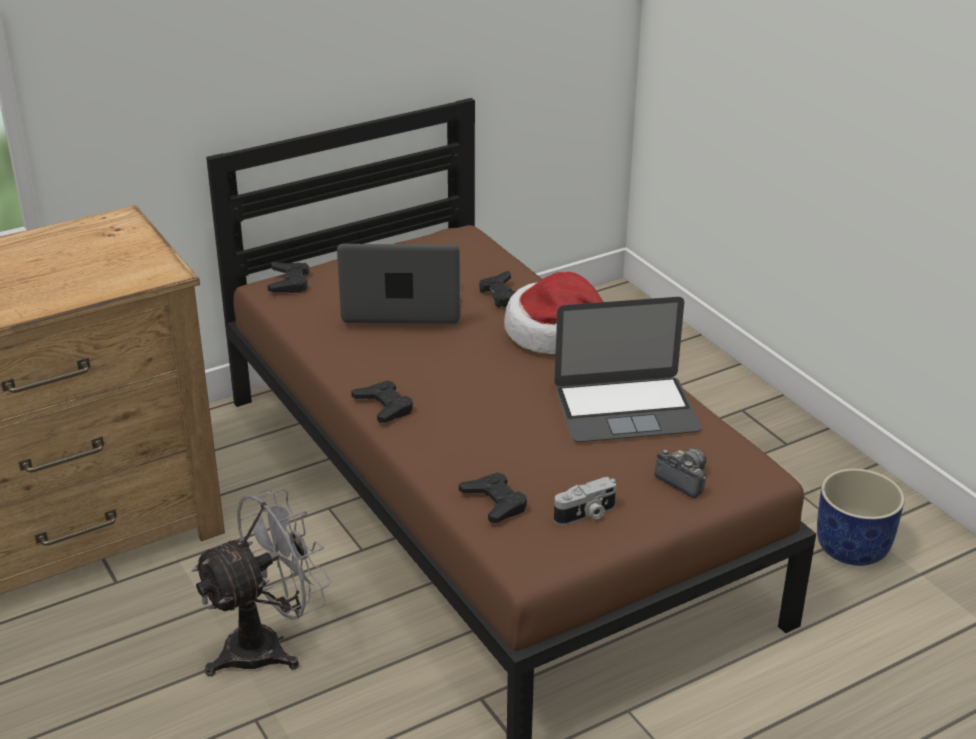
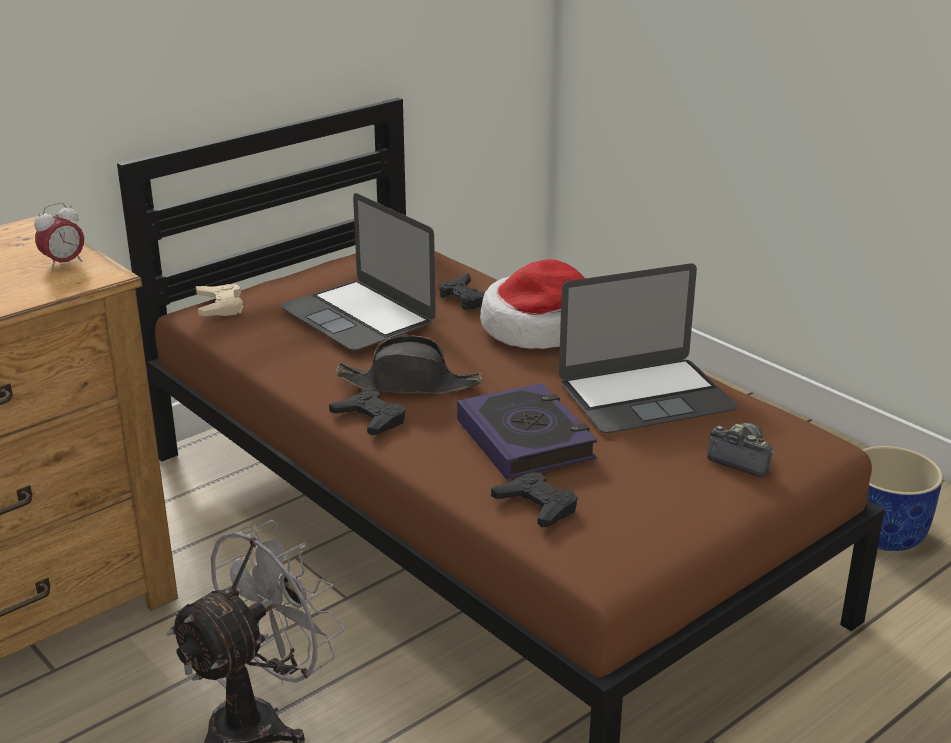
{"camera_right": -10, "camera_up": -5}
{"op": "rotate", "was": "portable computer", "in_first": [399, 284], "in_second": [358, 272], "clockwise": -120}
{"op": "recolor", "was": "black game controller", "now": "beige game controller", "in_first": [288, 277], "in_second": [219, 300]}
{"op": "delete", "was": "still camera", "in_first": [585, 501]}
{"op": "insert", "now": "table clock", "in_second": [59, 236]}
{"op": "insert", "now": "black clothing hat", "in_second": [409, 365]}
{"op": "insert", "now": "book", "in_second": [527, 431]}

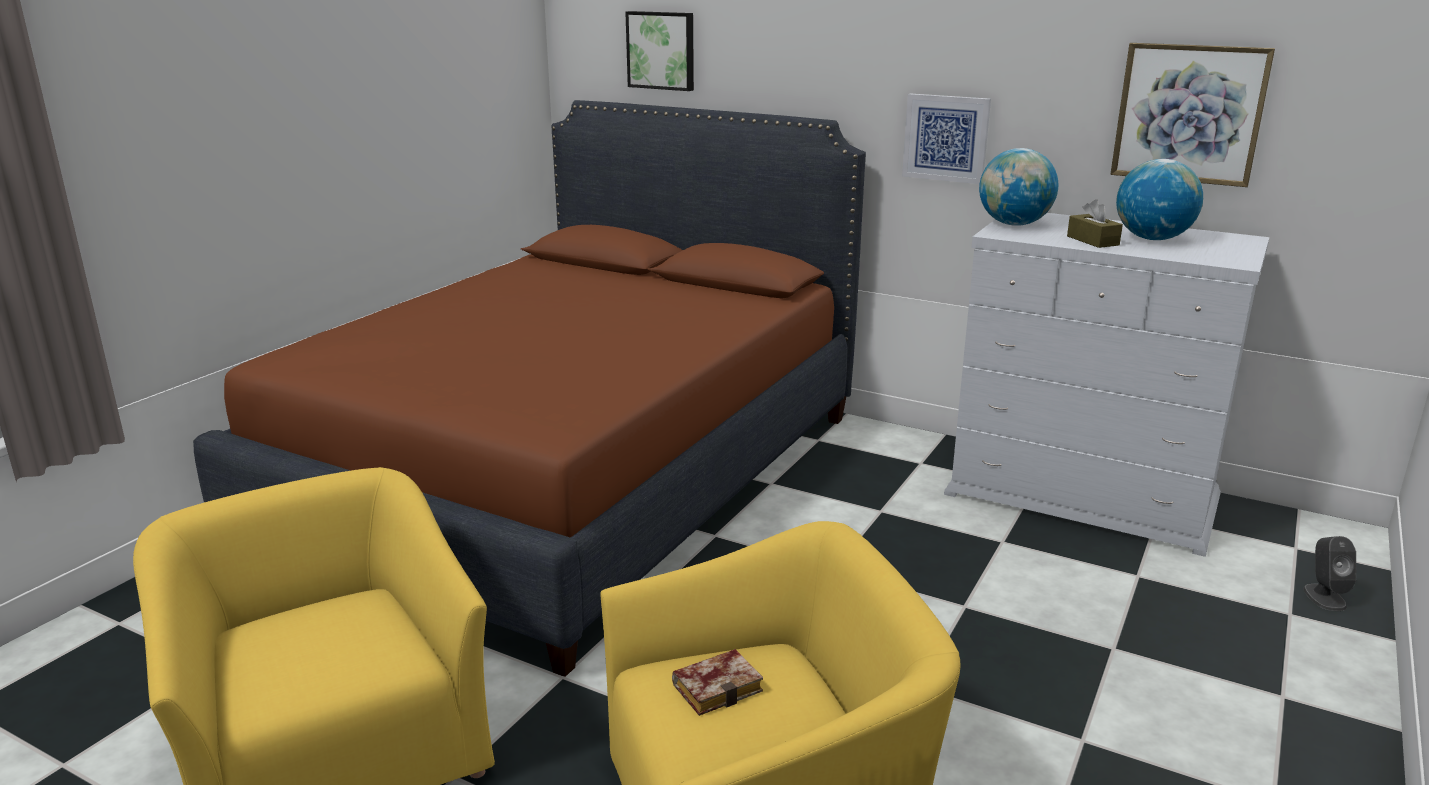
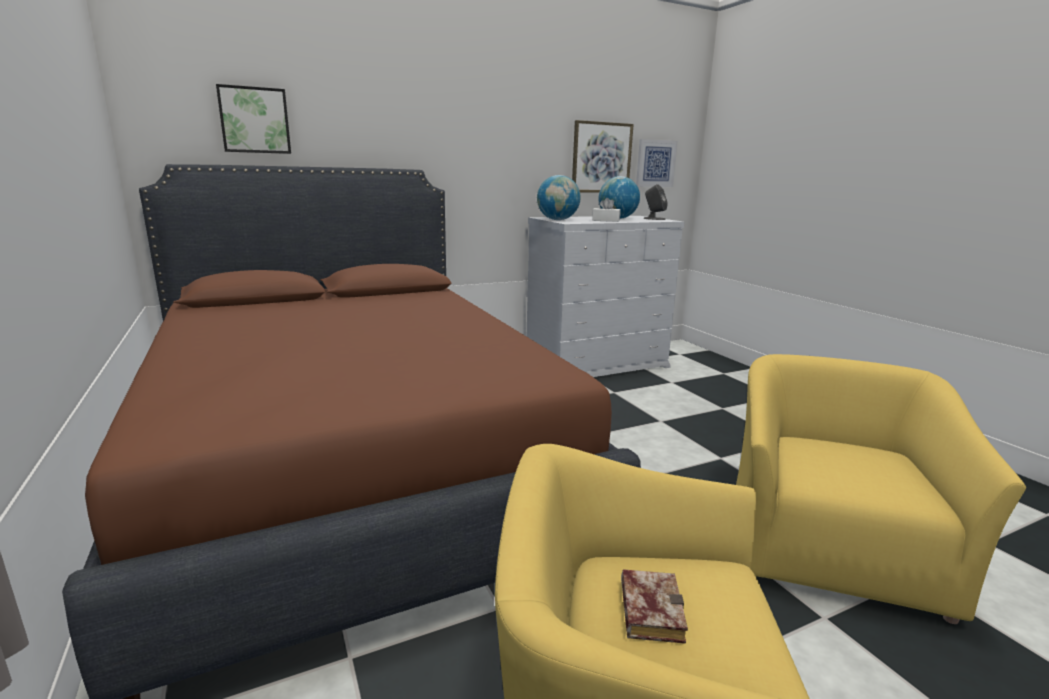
{"camera_right": -55, "camera_up": -5}
{"op": "move", "was": "picture", "in_first": [946, 138], "in_second": [657, 163]}
{"op": "recolor", "was": "brownish tissue holder", "now": "white tissue holder", "in_first": [1095, 223], "in_second": [606, 210]}
{"op": "move", "was": "gray audio speaker", "in_first": [1329, 573], "in_second": [655, 202]}
{"op": "move", "was": "book", "in_first": [717, 682], "in_second": [654, 606]}

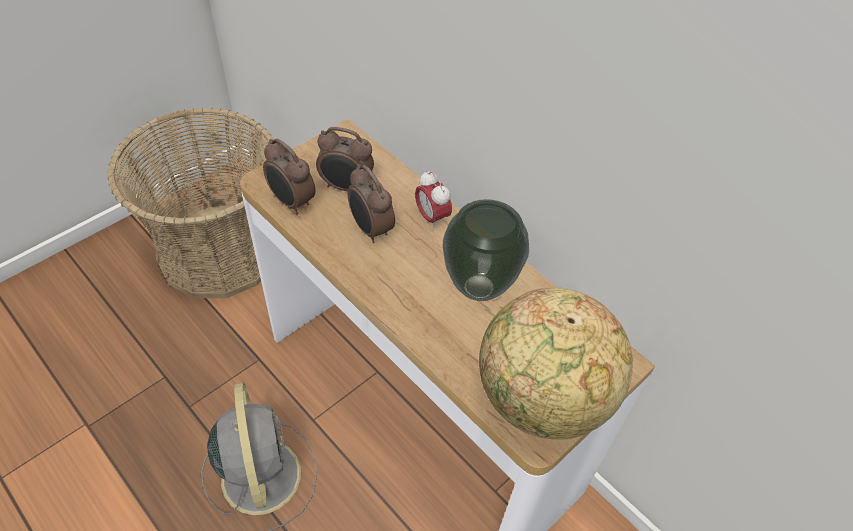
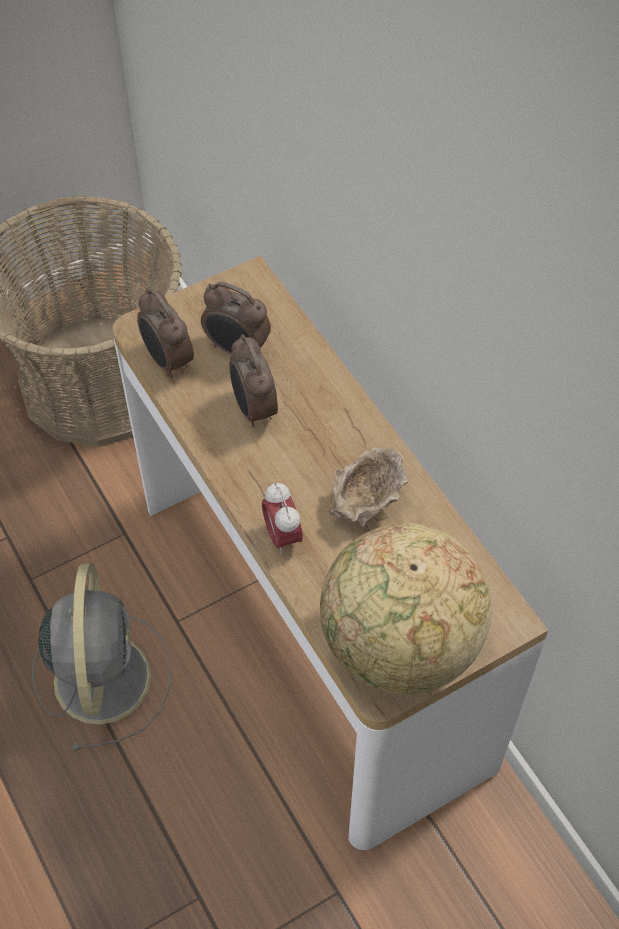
{"camera_right": 15, "camera_up": 5}
{"op": "move", "was": "table clock", "in_first": [433, 200], "in_second": [282, 518]}
{"op": "replace", "was": "decorative vase", "now": "beige bowl", "in_first": [486, 250], "in_second": [368, 487]}

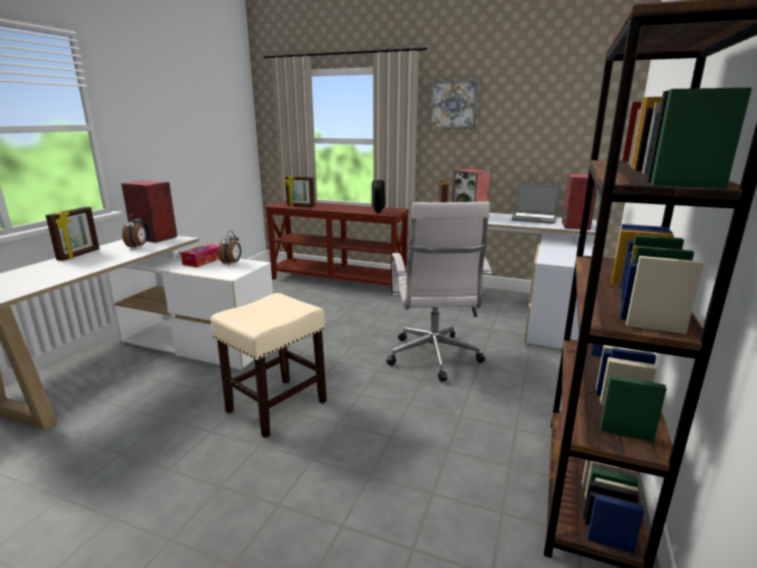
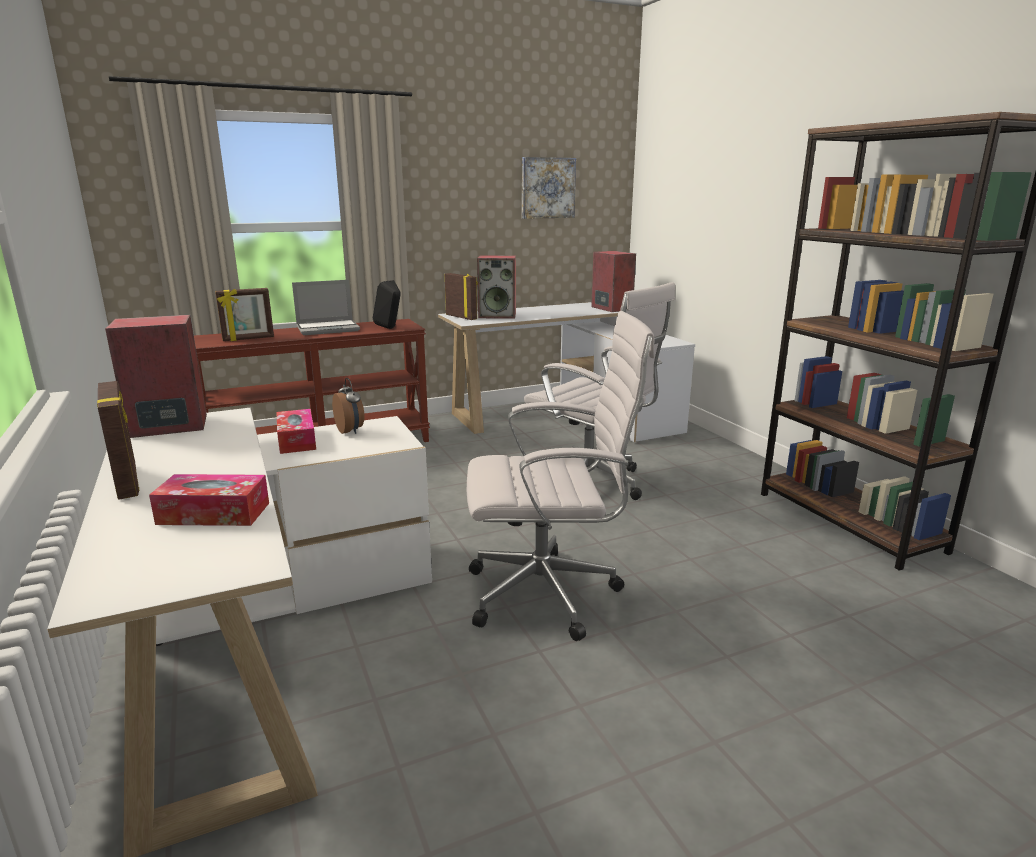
{"camera_right": -45, "camera_up": 0}
{"op": "move", "was": "picture", "in_first": [454, 104], "in_second": [549, 188]}
{"op": "move", "was": "portable computer", "in_first": [536, 203], "in_second": [326, 307]}
{"op": "delete", "was": "table clock", "in_first": [134, 231]}
{"op": "replace", "was": "beige stool", "now": "white computer chair", "in_first": [269, 365], "in_second": [561, 476]}
{"op": "insert", "now": "tissue holder", "in_second": [209, 500]}

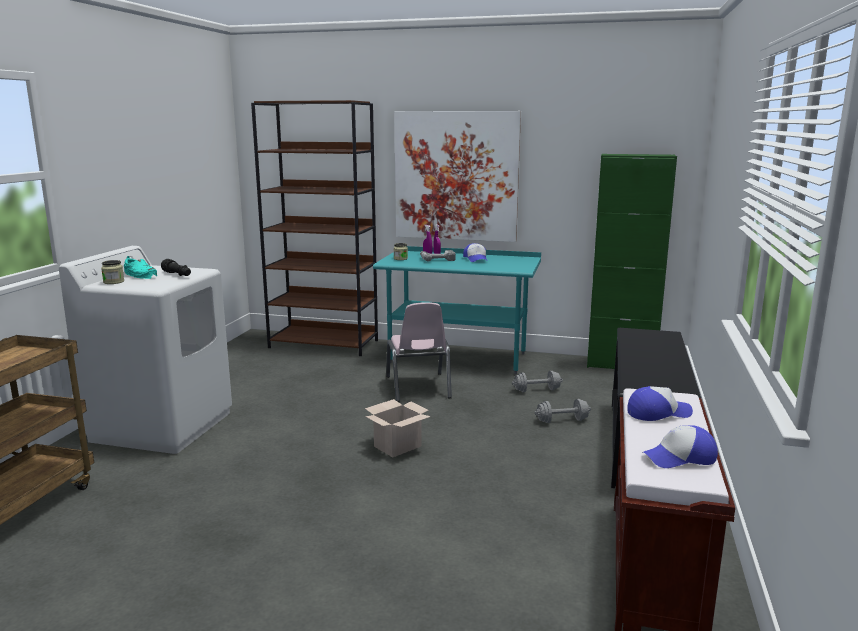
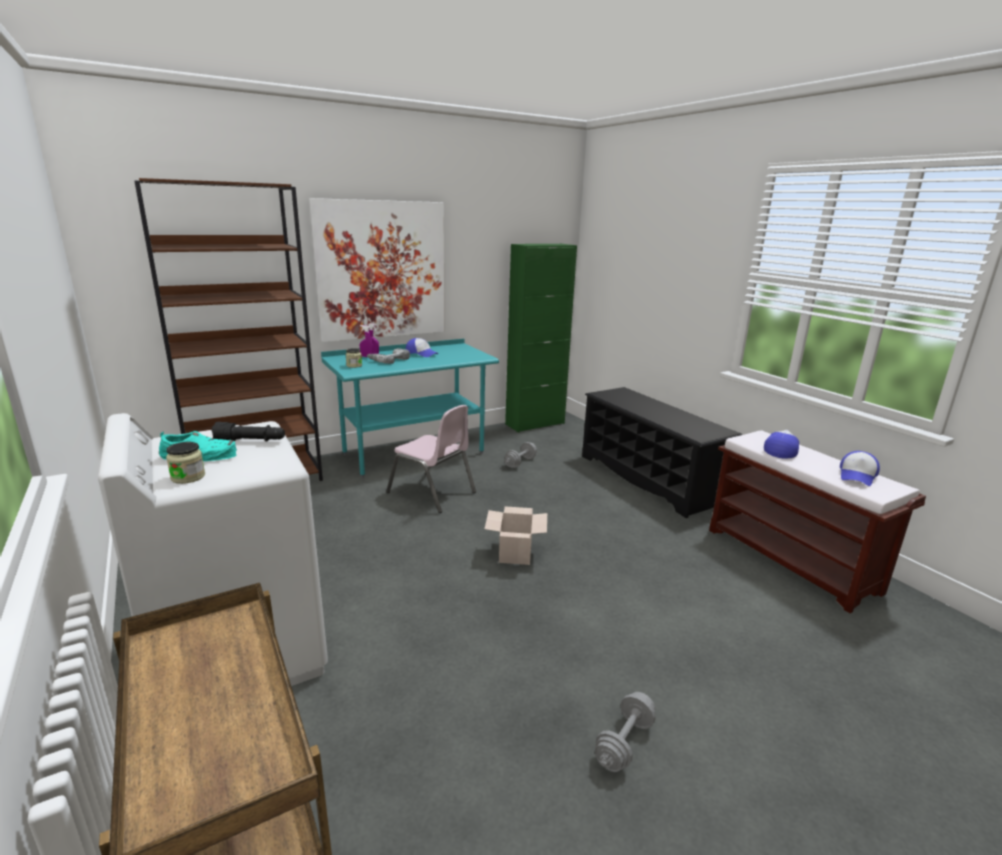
{"camera_right": -45, "camera_up": 5}
{"op": "move", "was": "gray hand weight", "in_first": [562, 411], "in_second": [625, 732]}

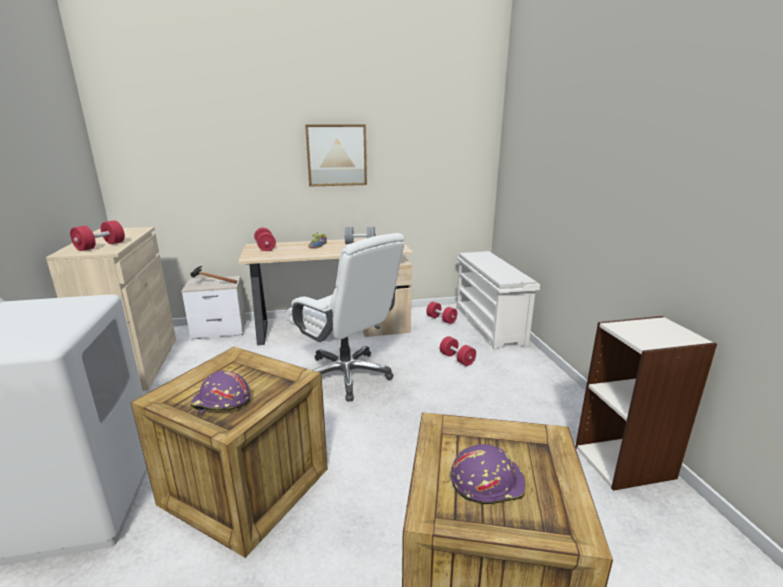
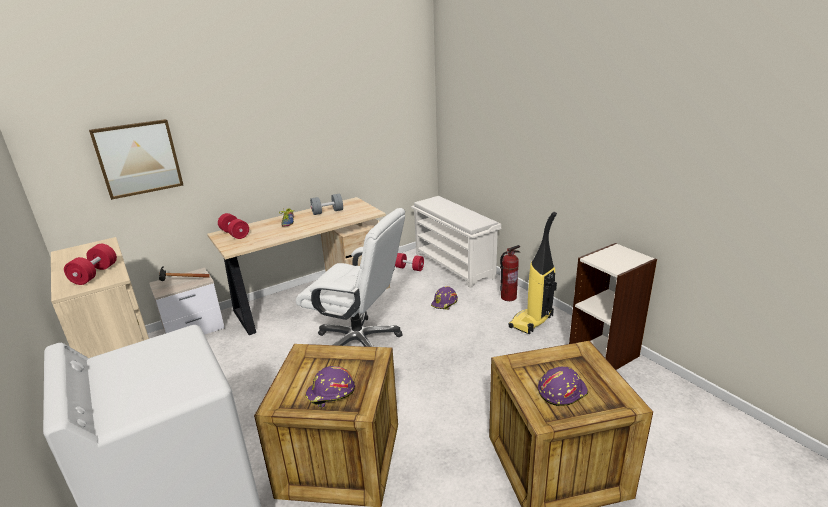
{"camera_right": -20, "camera_up": 5}
{"op": "move", "was": "picture", "in_first": [336, 155], "in_second": [136, 159]}
{"op": "replace", "was": "red-coloured hand weight", "now": "purplish hard hat", "in_first": [458, 351], "in_second": [444, 298]}
{"op": "insert", "now": "hoover", "in_second": [533, 273]}
{"op": "insert", "now": "extinguisher", "in_second": [510, 273]}

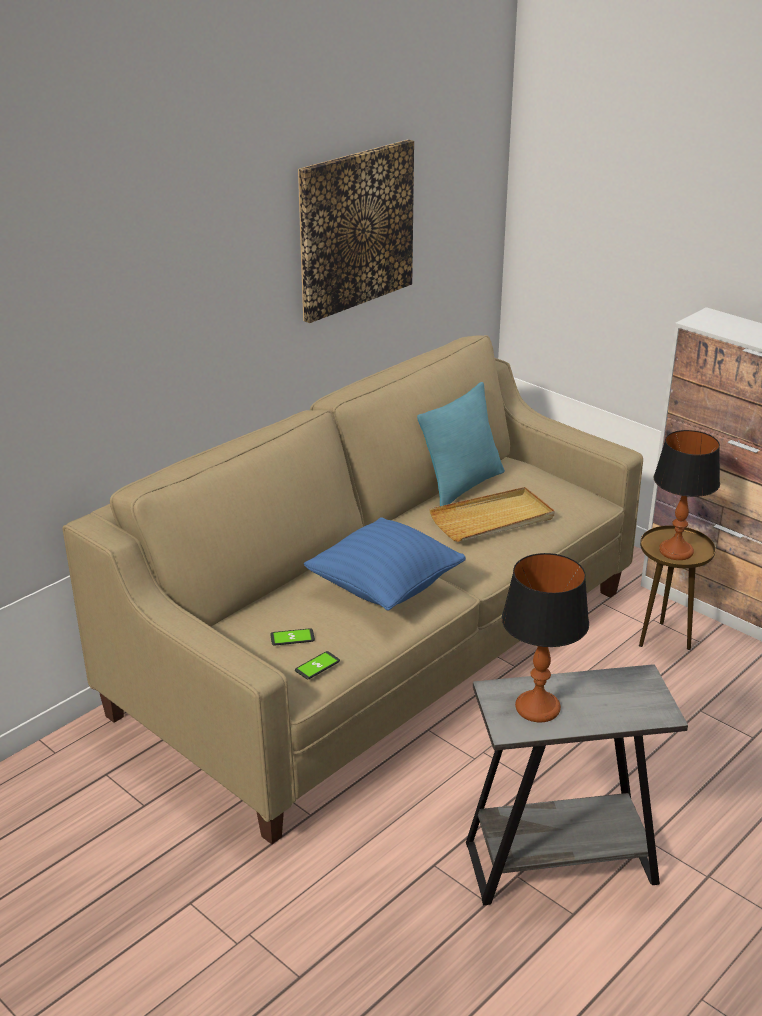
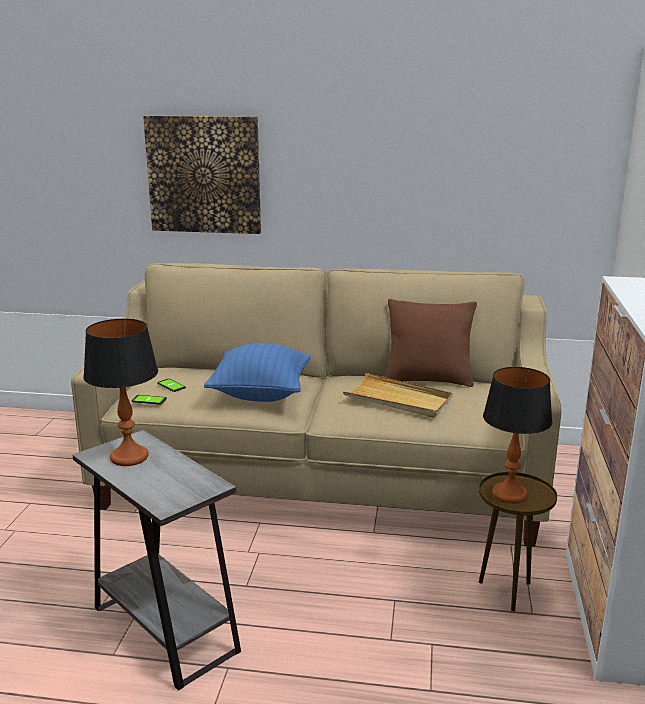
{"camera_right": 55, "camera_up": -10}
{"op": "move", "was": "picture", "in_first": [356, 231], "in_second": [202, 175]}
{"op": "recolor", "was": "blue-green throw pillow", "now": "brownish throw pillow", "in_first": [461, 444], "in_second": [431, 343]}

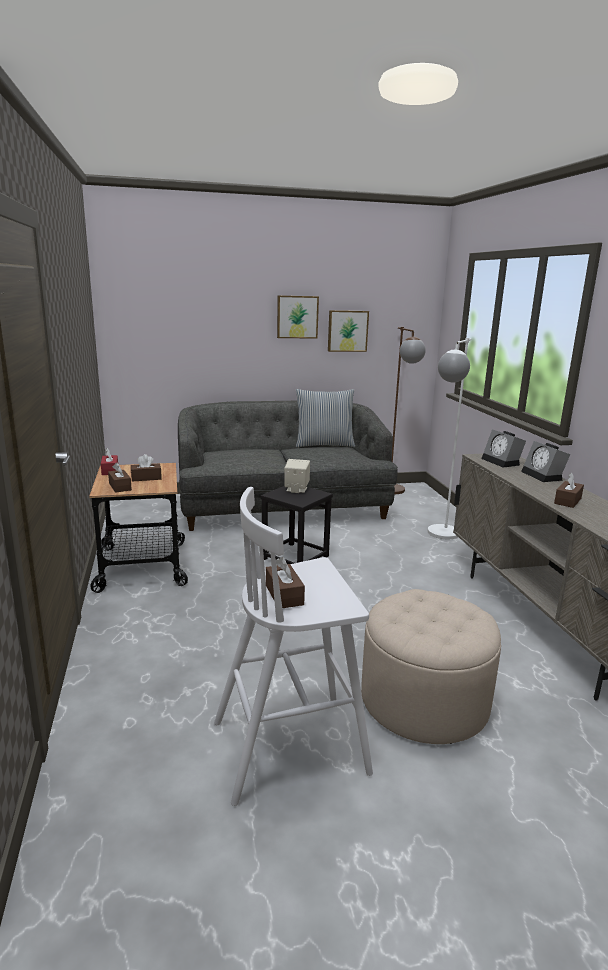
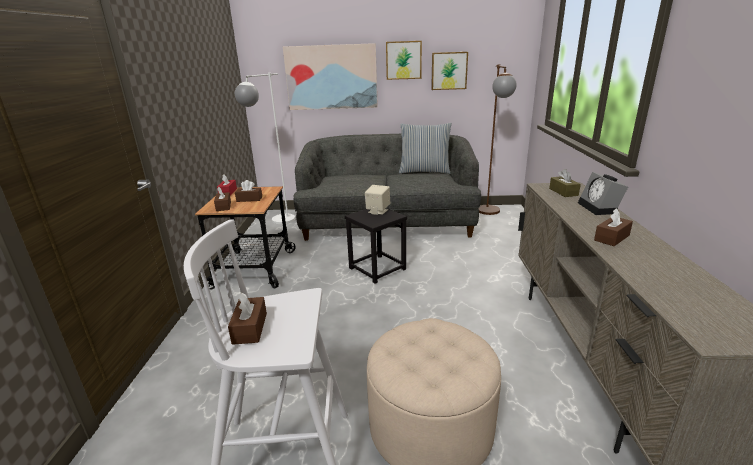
{"camera_right": 15, "camera_up": 5}
{"op": "move", "was": "white floor lamp", "in_first": [449, 438], "in_second": [265, 148]}
{"op": "replace", "was": "table clock", "now": "brownish tissue holder", "in_first": [503, 448], "in_second": [565, 183]}
{"op": "insert", "now": "picture", "in_second": [330, 76]}

